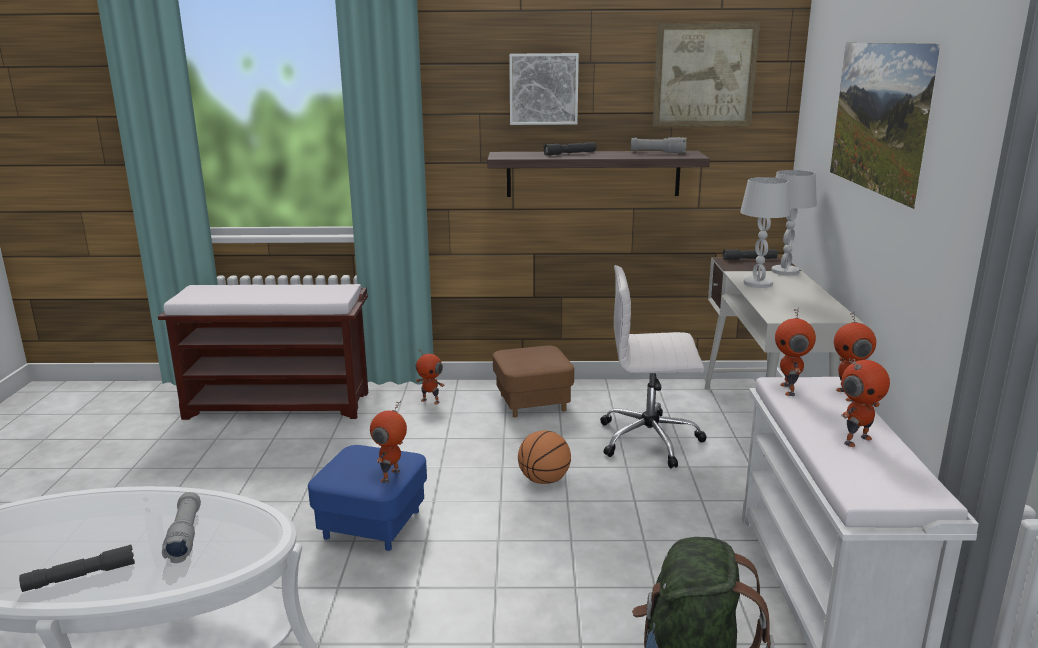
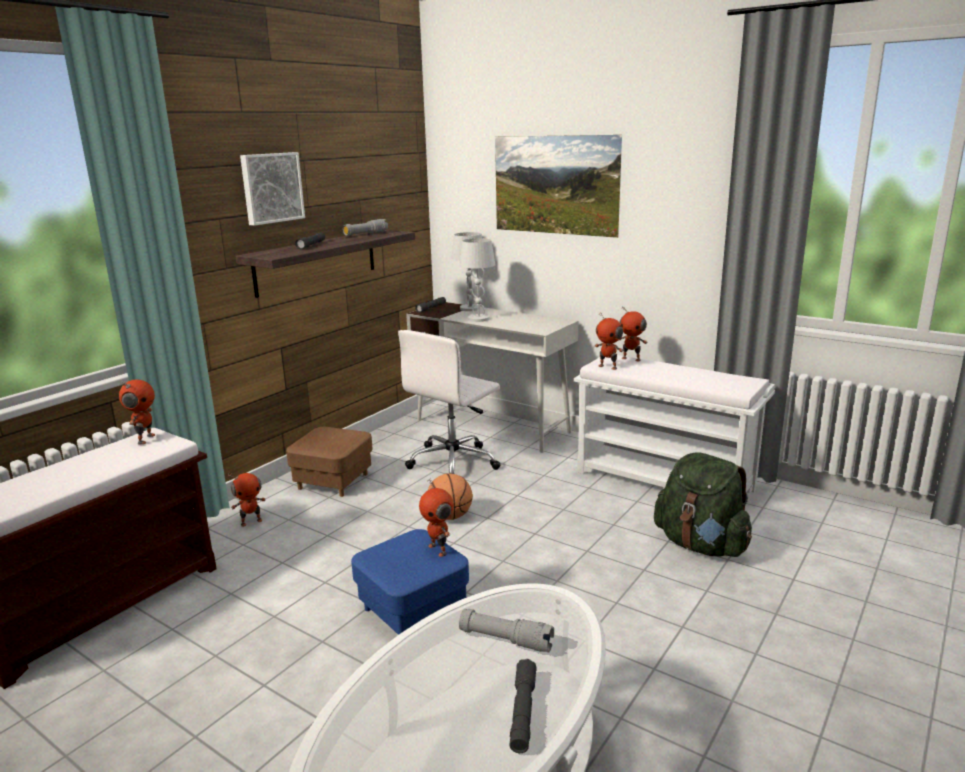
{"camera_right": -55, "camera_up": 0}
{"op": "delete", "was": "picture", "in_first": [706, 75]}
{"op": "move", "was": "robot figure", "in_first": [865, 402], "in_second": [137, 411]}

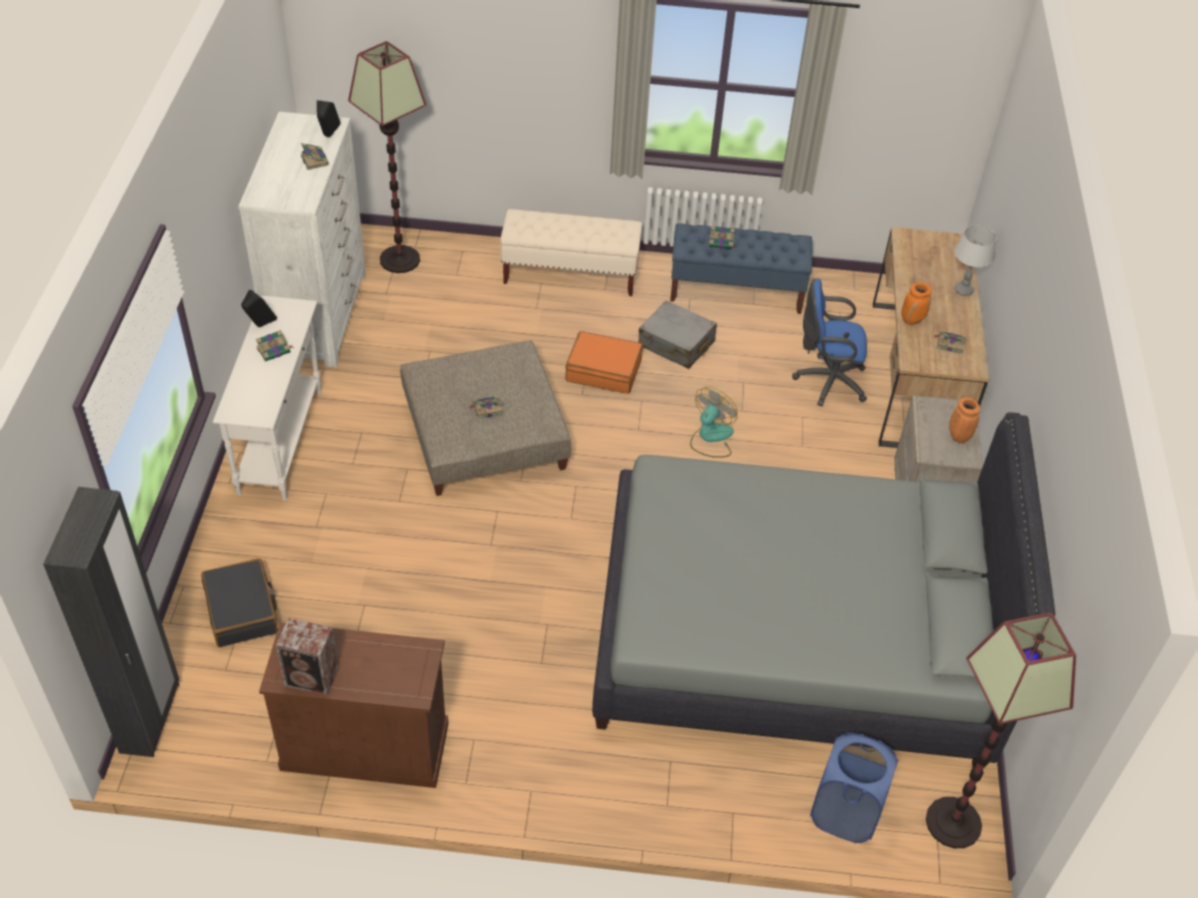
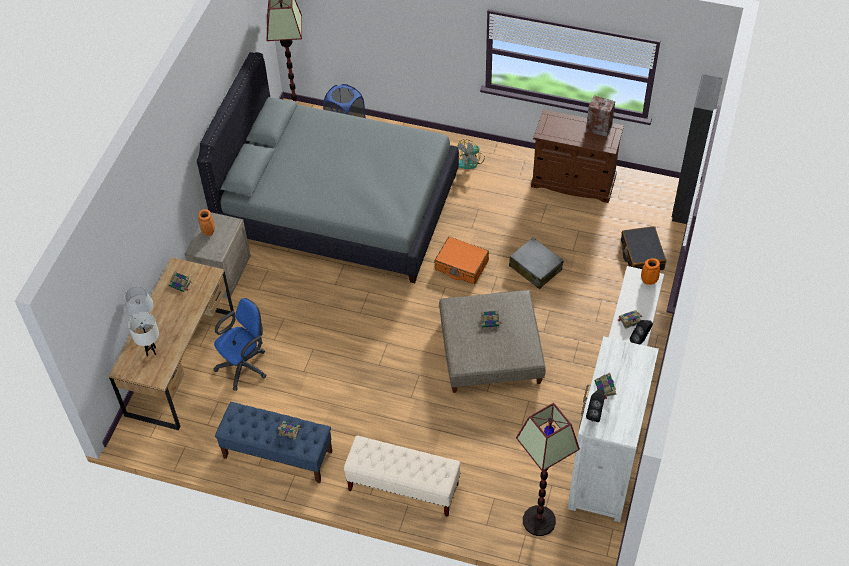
{"camera_right": -165, "camera_up": 5}
{"op": "rotate", "was": "bluish computer chair", "in_first": [829, 342], "in_second": [240, 344], "clockwise": -60}
{"op": "move", "was": "orange decorative vase", "in_first": [917, 303], "in_second": [650, 271]}
{"op": "move", "was": "gray piece of luggage", "in_first": [677, 335], "in_second": [536, 263]}
{"op": "move", "was": "orange piece of luggage", "in_first": [604, 362], "in_second": [461, 260]}
{"op": "move", "was": "cooling fan", "in_first": [713, 422], "in_second": [471, 154]}
{"op": "insert", "now": "white table lamp", "in_second": [143, 334]}

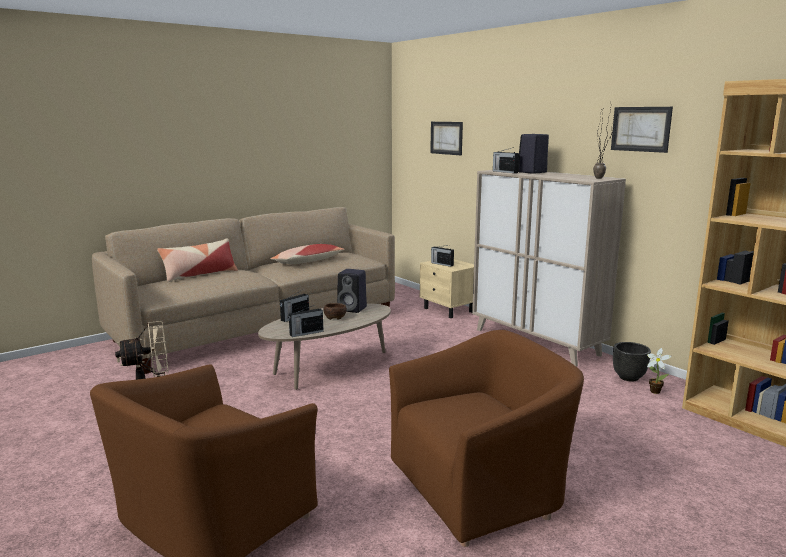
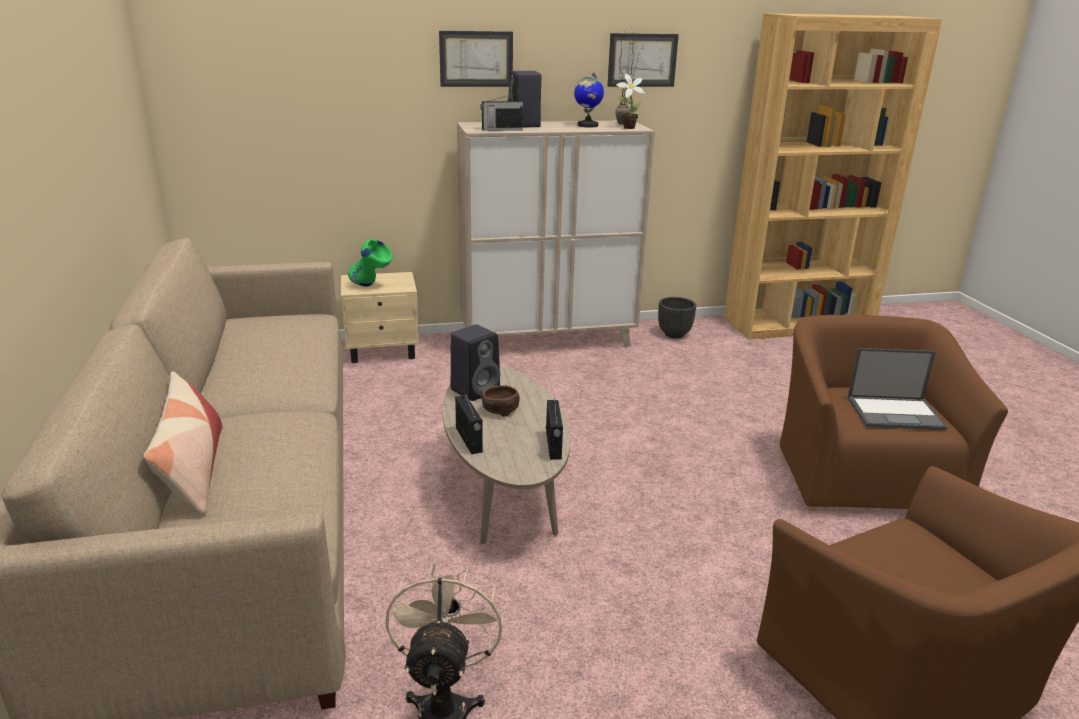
{"camera_right": -65, "camera_up": 10}
{"op": "move", "was": "picture", "in_first": [446, 138], "in_second": [476, 59]}
{"op": "delete", "was": "throw pillow", "in_first": [308, 254]}
{"op": "replace", "was": "radio receiver", "now": "green decorative vase", "in_first": [442, 256], "in_second": [370, 263]}
{"op": "move", "was": "potted plant", "in_first": [659, 371], "in_second": [630, 101]}
{"op": "insert", "now": "world globe", "in_second": [589, 99]}
{"op": "insert", "now": "portable computer", "in_second": [897, 389]}

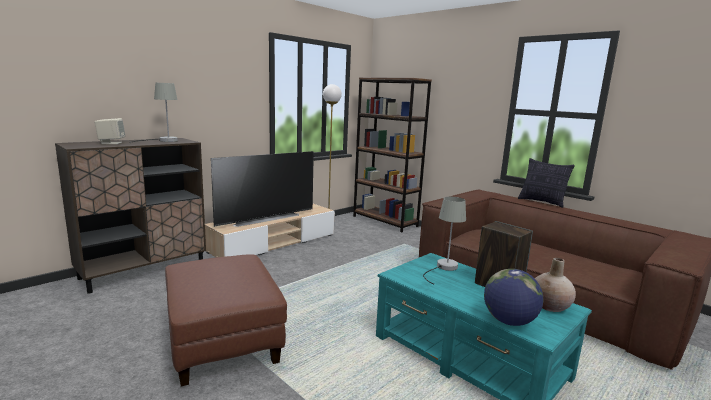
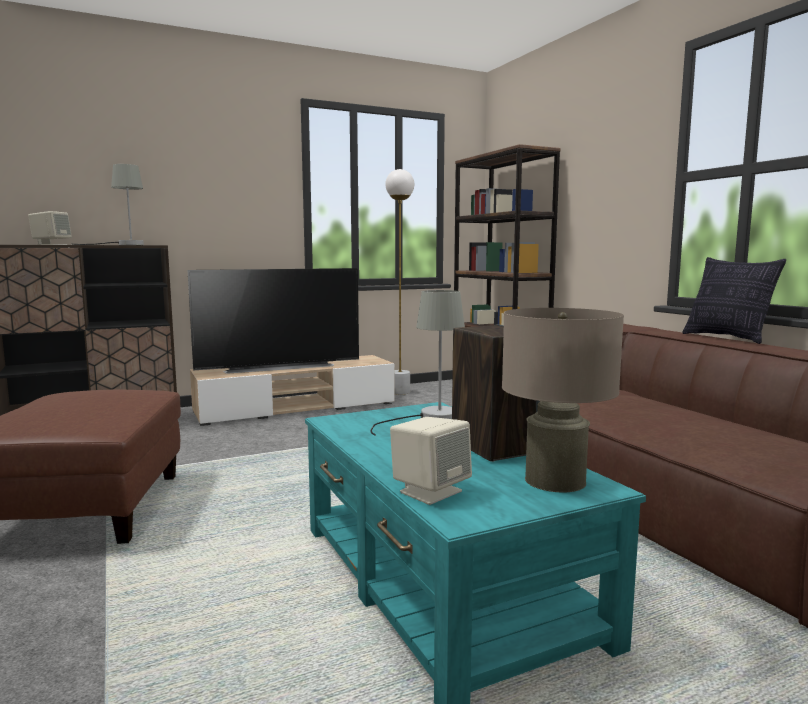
{"camera_right": 20, "camera_up": -5}
{"op": "replace", "was": "beige decorative vase", "now": "beige table lamp", "in_first": [555, 285], "in_second": [563, 400]}
{"op": "replace", "was": "world globe", "now": "beige audio speaker", "in_first": [513, 297], "in_second": [431, 461]}

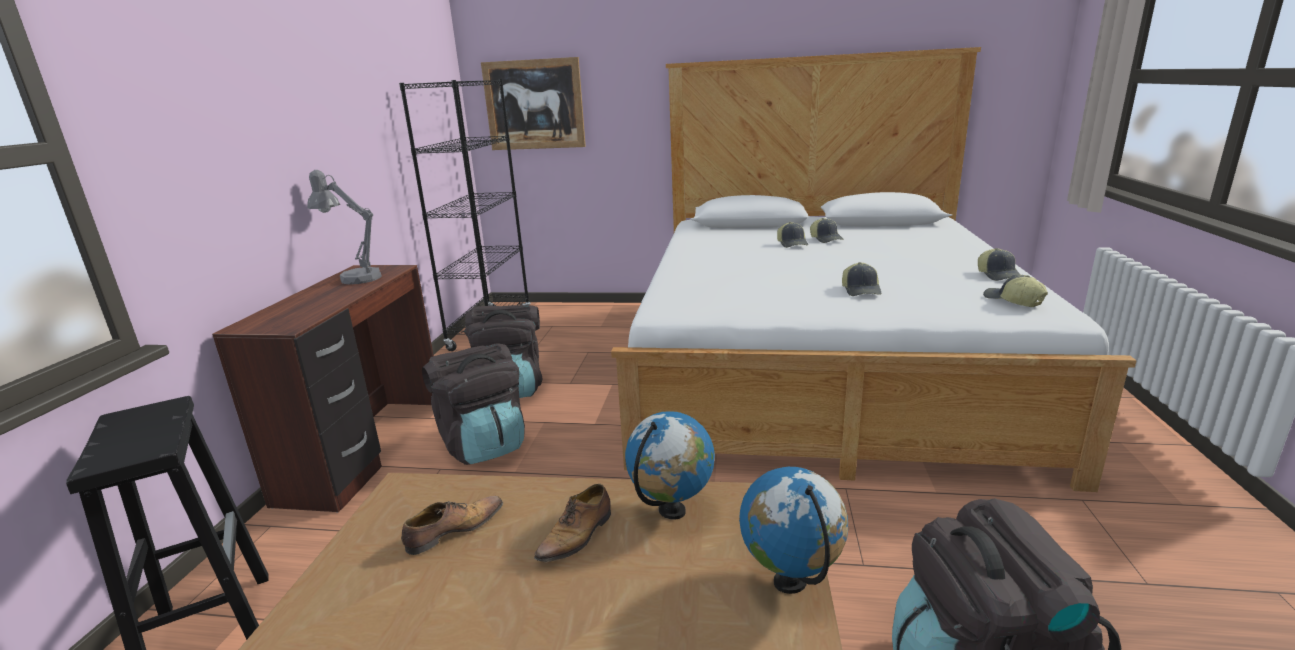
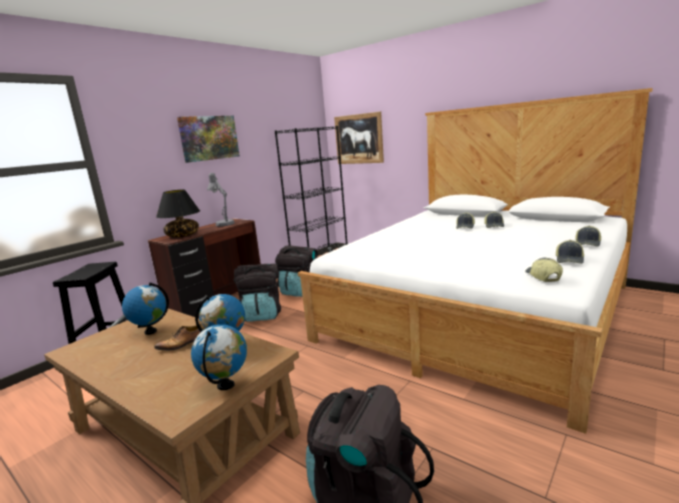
{"camera_right": 30, "camera_up": -5}
{"op": "move", "was": "peaked cap", "in_first": [861, 279], "in_second": [588, 236]}
{"op": "replace", "was": "low shoe", "now": "world globe", "in_first": [452, 525], "in_second": [145, 308]}
{"op": "insert", "now": "picture", "in_second": [208, 139]}
{"op": "insert", "now": "black table lamp", "in_second": [178, 213]}

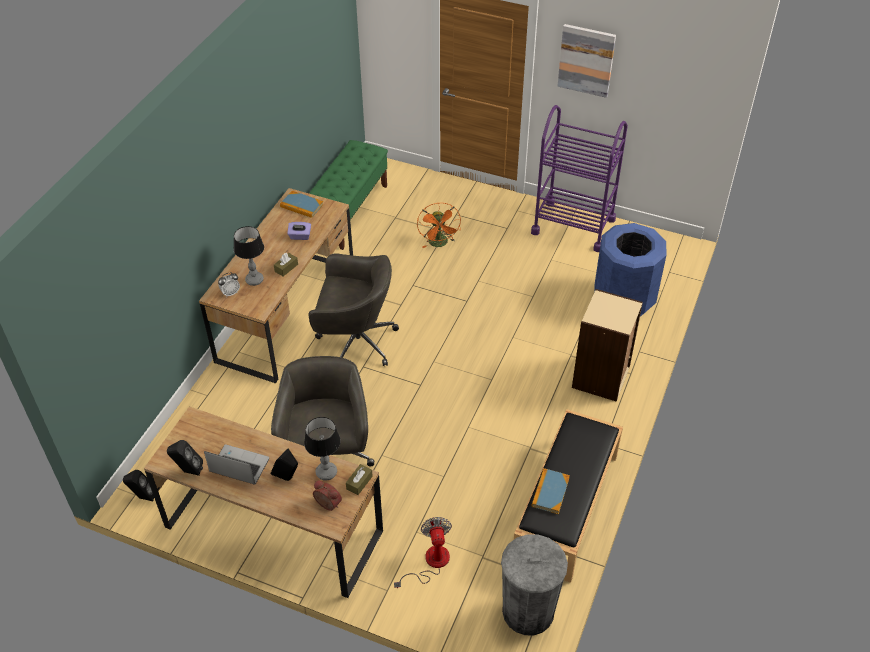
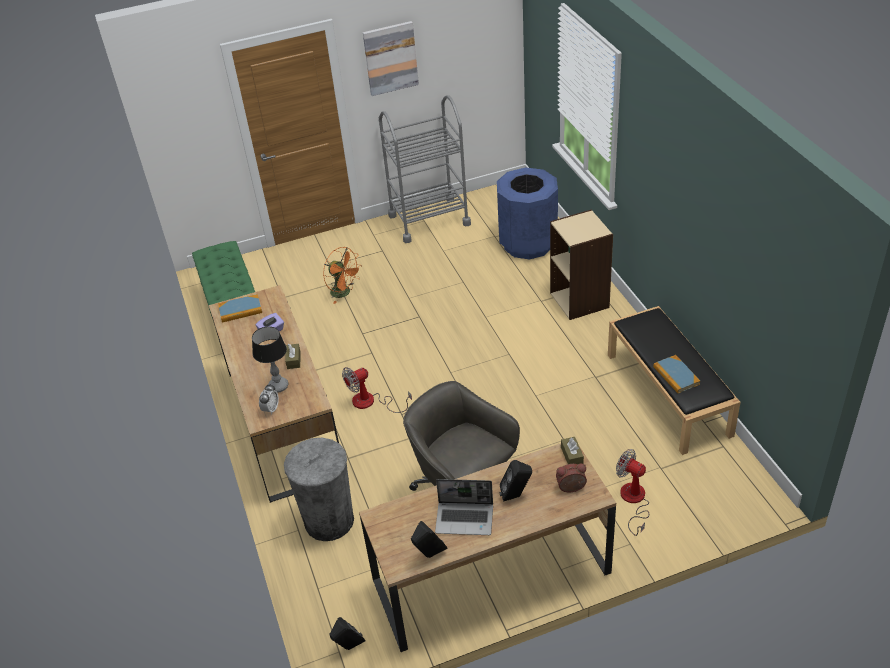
{"camera_right": -40, "camera_up": -5}
{"op": "recolor", "was": "purplish trolley", "now": "gray trolley", "in_first": [579, 178], "in_second": [425, 169]}
{"op": "replace", "was": "gray computer chair", "now": "cooling fan", "in_first": [353, 309], "in_second": [377, 390]}
{"op": "delete", "was": "table lamp", "in_first": [322, 449]}
{"op": "rotate", "was": "portable computer", "in_first": [236, 465], "in_second": [464, 507], "clockwise": -150}
{"op": "move", "was": "gray rubbish bin", "in_first": [534, 584], "in_second": [319, 489]}

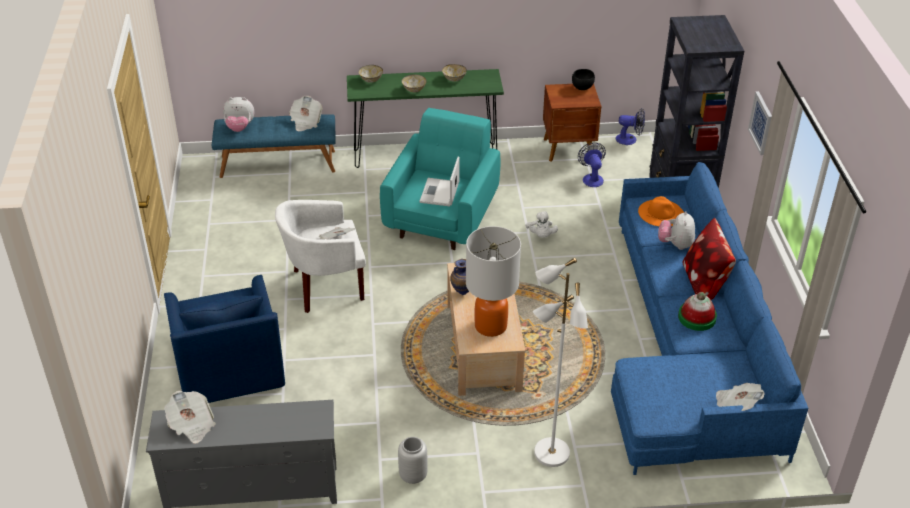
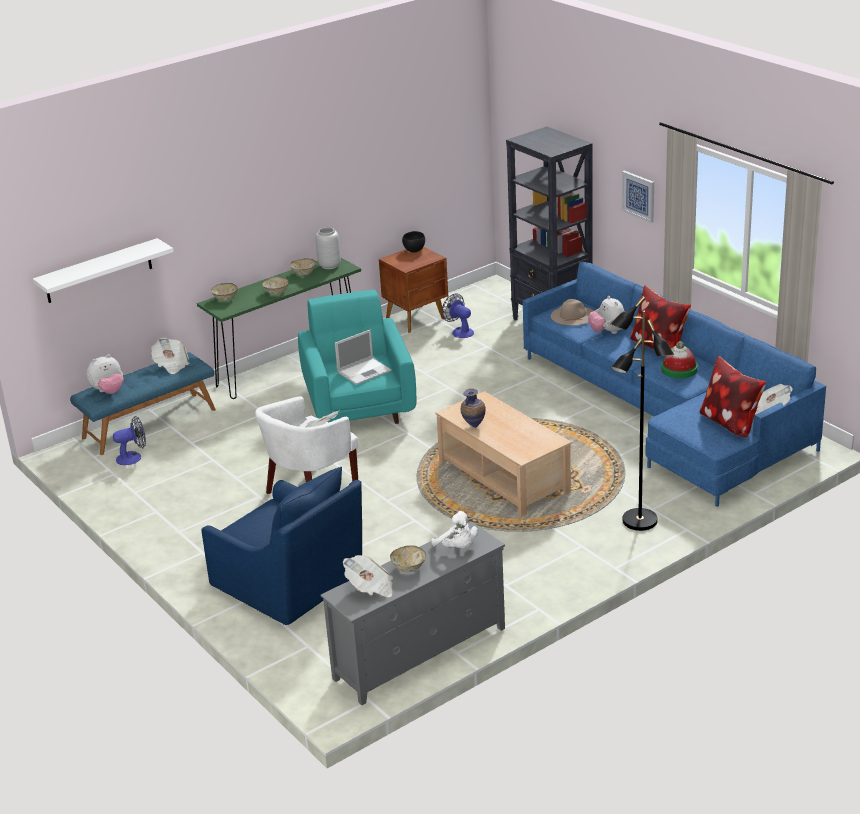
{"camera_right": -30, "camera_up": -10}
{"op": "move", "was": "cooling fan", "in_first": [630, 127], "in_second": [129, 440]}
{"op": "rotate", "was": "portable computer", "in_first": [439, 181], "in_second": [363, 357], "clockwise": -105}
{"op": "recolor", "was": "orange clothing hat", "now": "beige clothing hat", "in_first": [661, 211], "in_second": [572, 312]}
{"op": "move", "was": "white plush toy", "in_first": [541, 224], "in_second": [454, 529]}
{"op": "delete", "was": "table lamp", "in_first": [493, 281]}
{"op": "recolor", "was": "white floor lamp", "now": "black floor lamp", "in_first": [560, 362], "in_second": [642, 413]}
{"op": "move", "was": "gray decorative vase", "in_first": [413, 460], "in_second": [328, 248]}
{"op": "insert", "now": "white shelf", "in_second": [103, 270]}
{"op": "insert", "now": "throw pillow", "in_second": [732, 396]}
{"op": "insert", "now": "bowl", "in_second": [408, 558]}

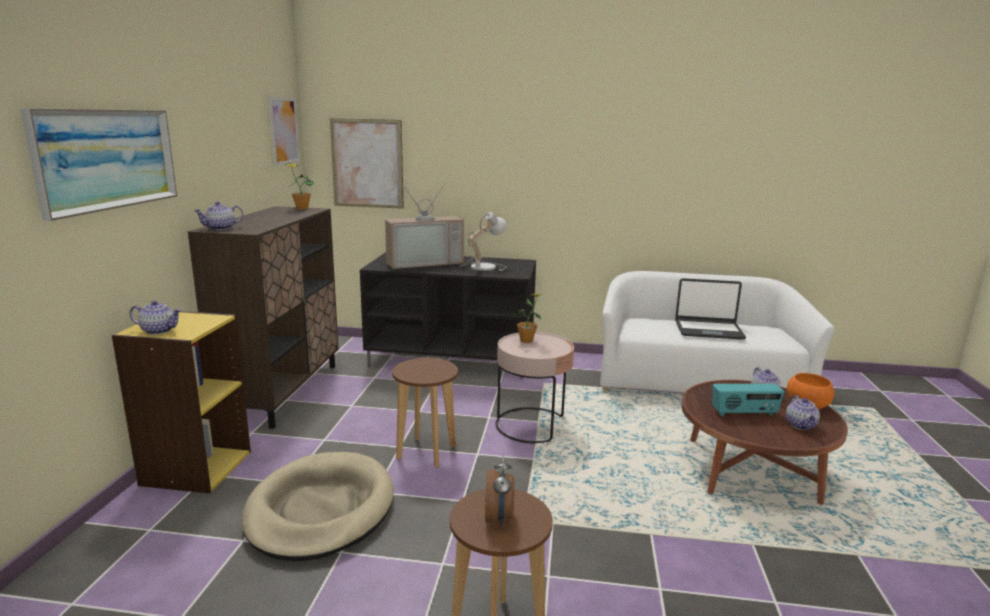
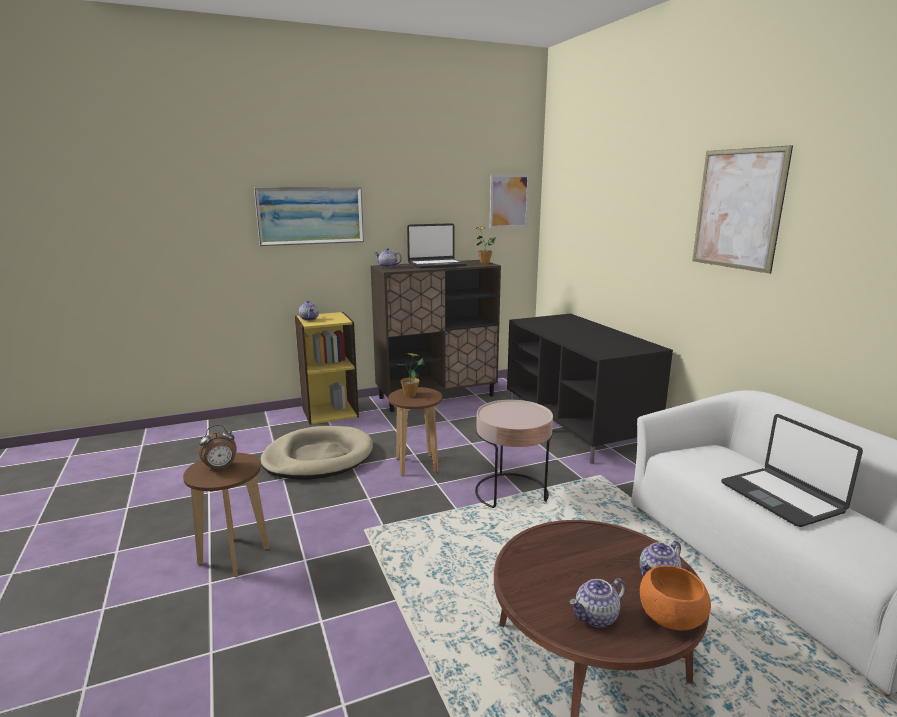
{"camera_right": 60, "camera_up": 0}
{"op": "move", "was": "picture", "in_first": [367, 163], "in_second": [742, 209]}
{"op": "delete", "was": "TV", "in_first": [424, 225]}
{"op": "delete", "was": "table lamp", "in_first": [483, 241]}
{"op": "move", "was": "potted plant", "in_first": [527, 318], "in_second": [410, 375]}
{"op": "delete", "was": "radio receiver", "in_first": [748, 400]}
{"op": "insert", "now": "portable computer", "in_second": [437, 245]}

